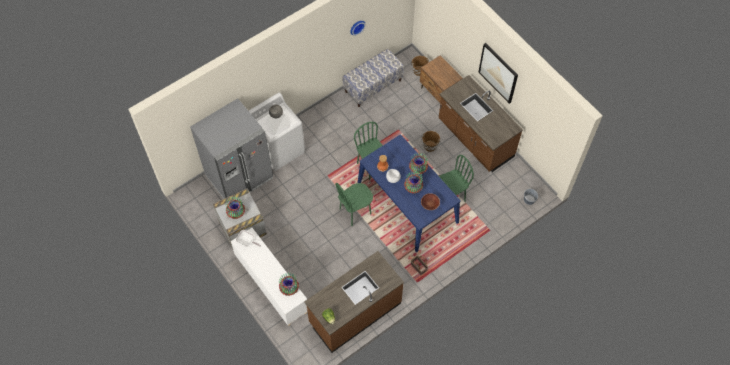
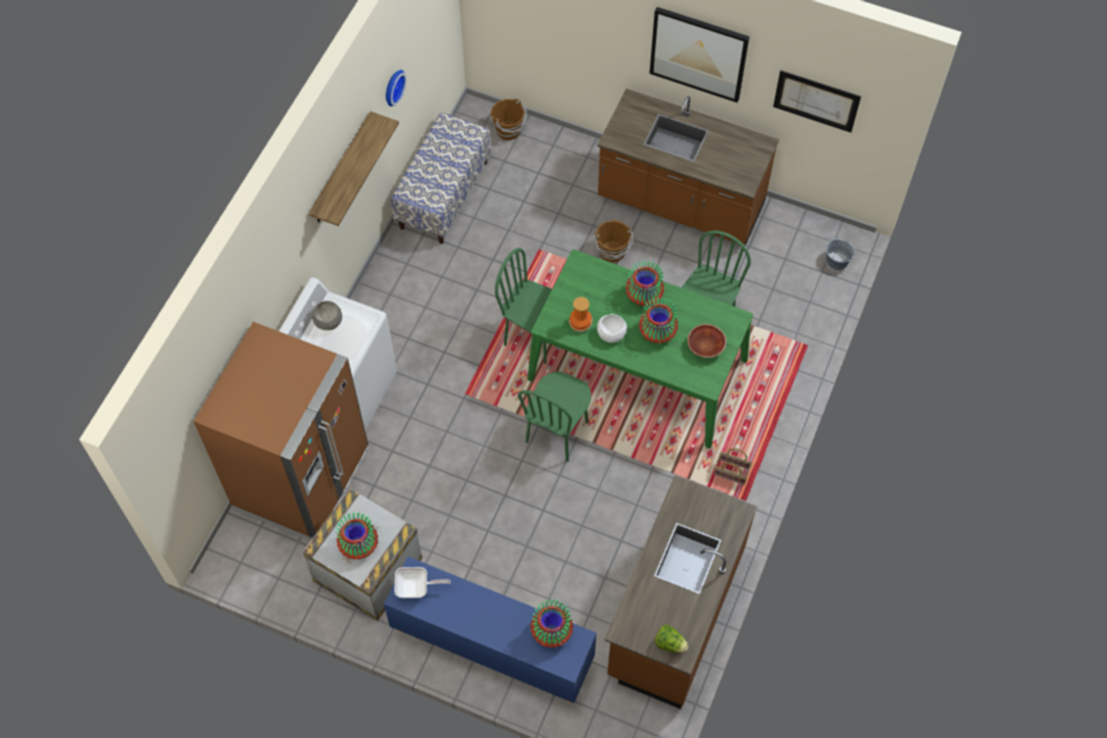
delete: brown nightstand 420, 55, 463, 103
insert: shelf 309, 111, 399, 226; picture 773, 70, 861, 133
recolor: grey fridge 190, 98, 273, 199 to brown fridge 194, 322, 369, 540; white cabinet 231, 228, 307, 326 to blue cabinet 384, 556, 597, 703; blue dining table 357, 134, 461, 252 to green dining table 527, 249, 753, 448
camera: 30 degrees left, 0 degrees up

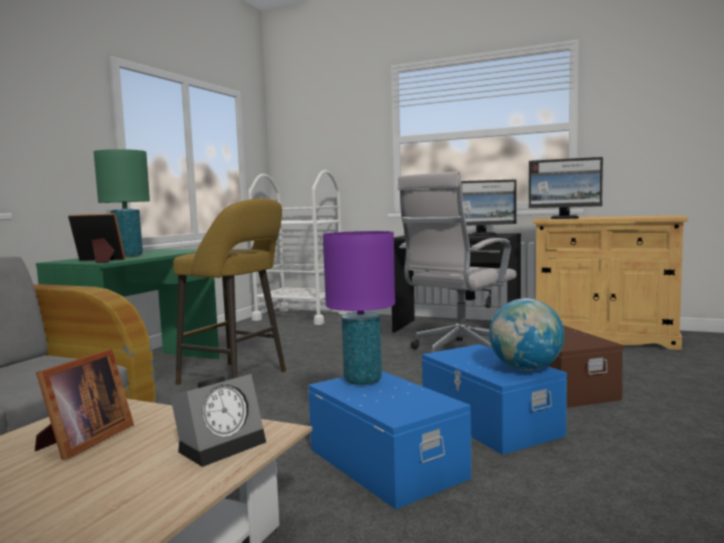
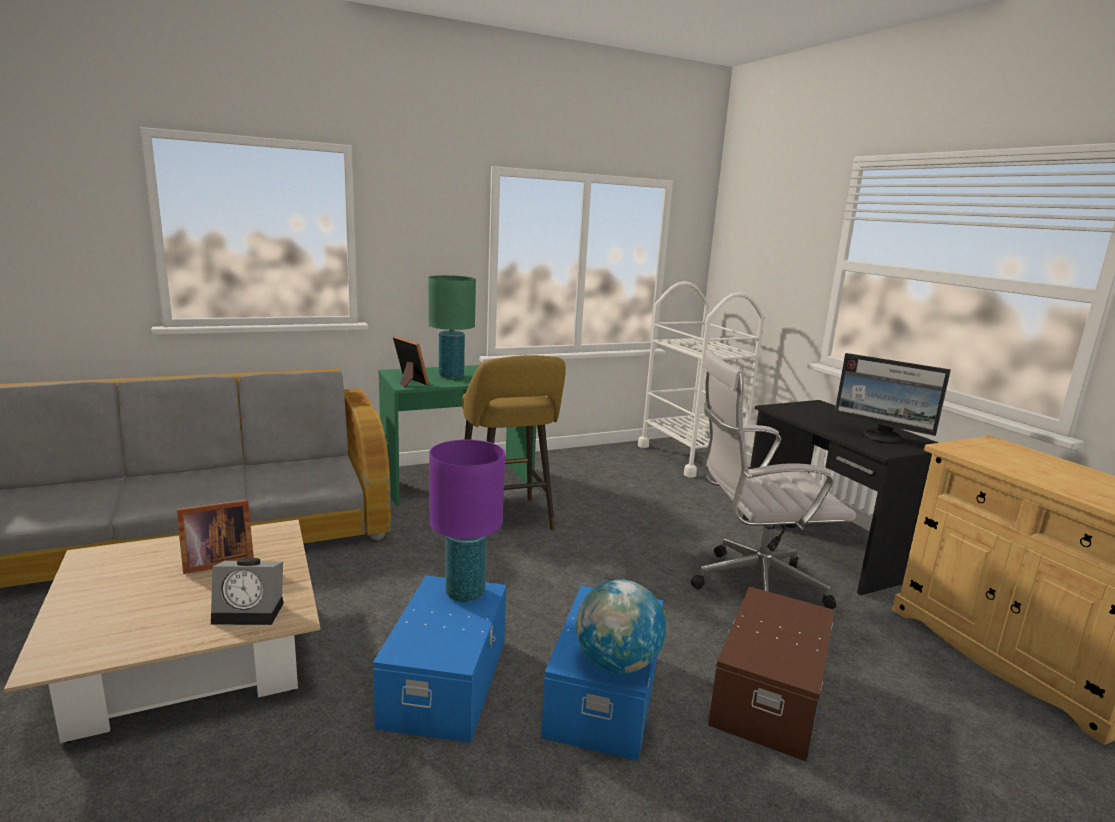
delete: monitor 529, 157, 603, 219
camera: 40 degrees right, 10 degrees up

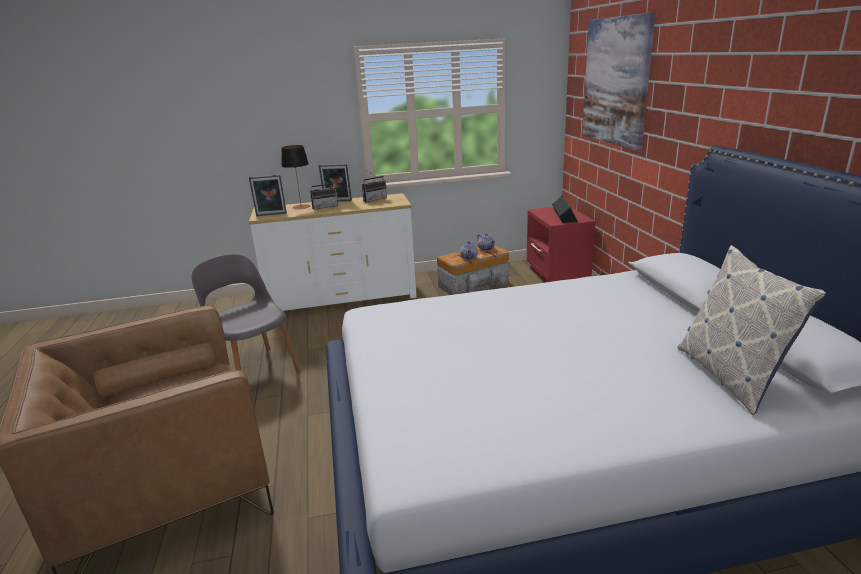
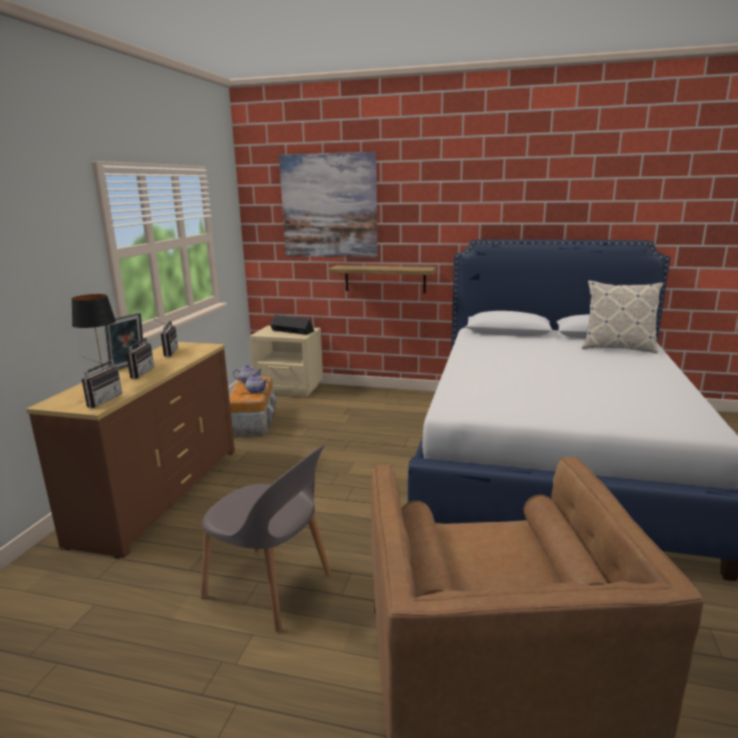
insert: shelf 328, 265, 436, 293
replace: picture frame 249, 175, 287, 216 to radio 80, 356, 122, 408
recolor: white dresser 249, 193, 417, 311 to brown dresser 26, 342, 235, 558; red nightstand 527, 207, 595, 282 to beige nightstand 250, 326, 323, 397
rotate: grey chair 192, 254, 301, 374 = 201, 445, 331, 632 135 degrees counterclockwise
camera: 65 degrees left, 5 degrees down

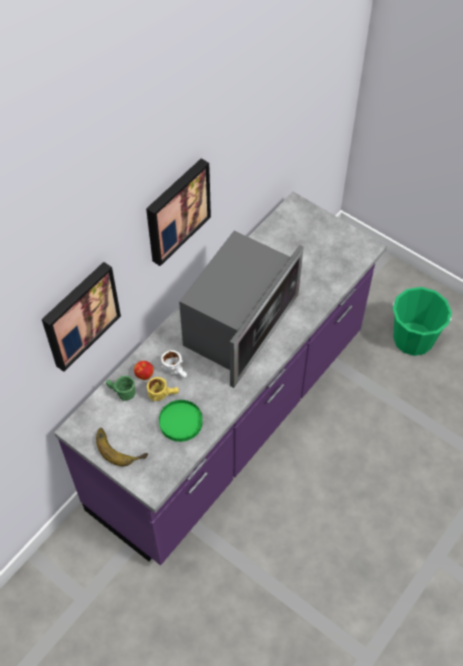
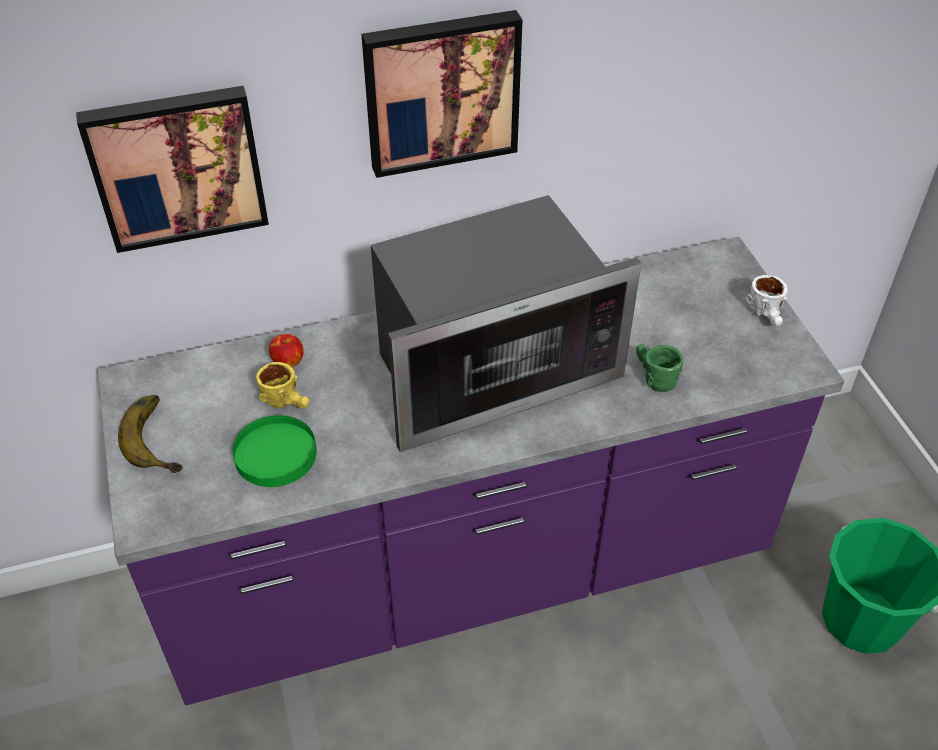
move: green mug 106, 376, 136, 401 to 636, 344, 683, 392; white mug 161, 350, 187, 378 to 746, 275, 788, 326
camera: 35 degrees right, 10 degrees down

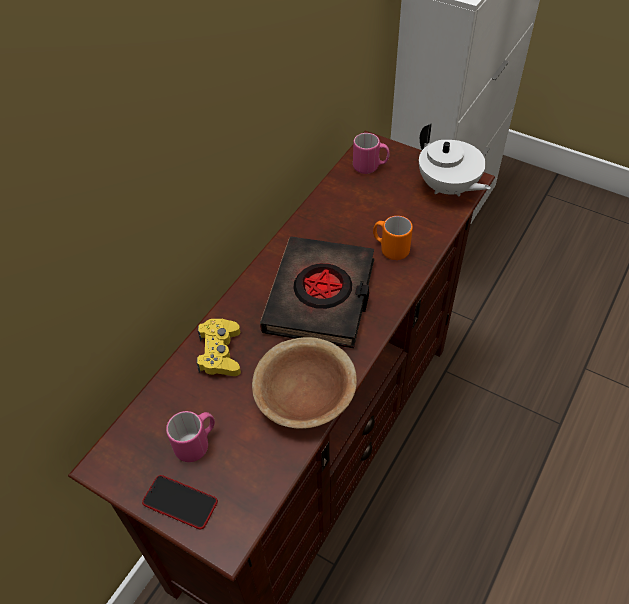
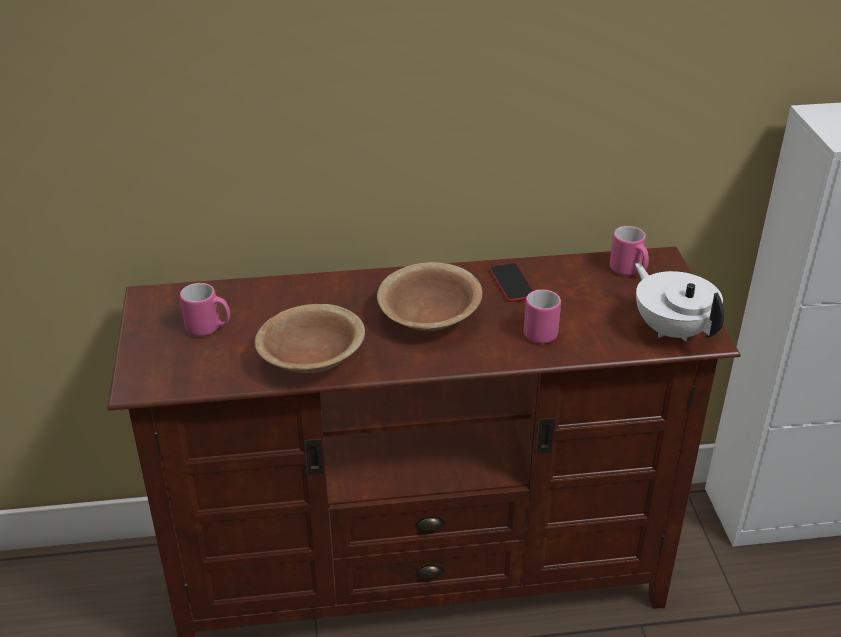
delete: yellow game controller 197, 319, 241, 376
move: phone 142, 475, 218, 529 to 489, 263, 534, 302
replace: black book 260, 236, 375, 348 to brown bowl 377, 262, 483, 331
recolor: orange mug 373, 216, 413, 260 to pink mug 524, 290, 561, 344
rotate: white teapot 419, 124, 491, 196 = 635, 263, 724, 341 135 degrees clockwise
camera: 50 degrees right, 15 degrees down

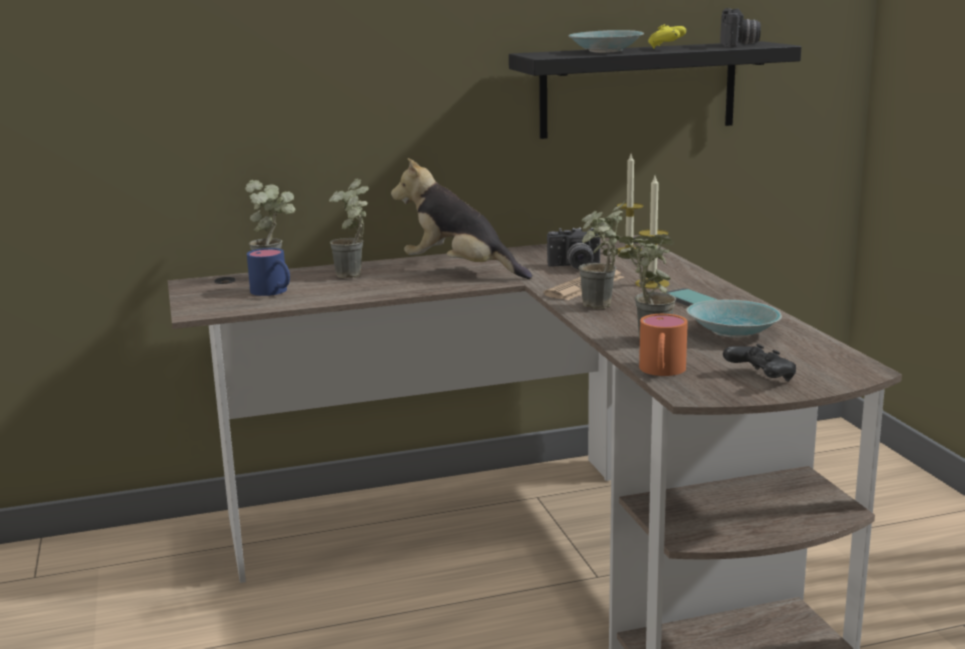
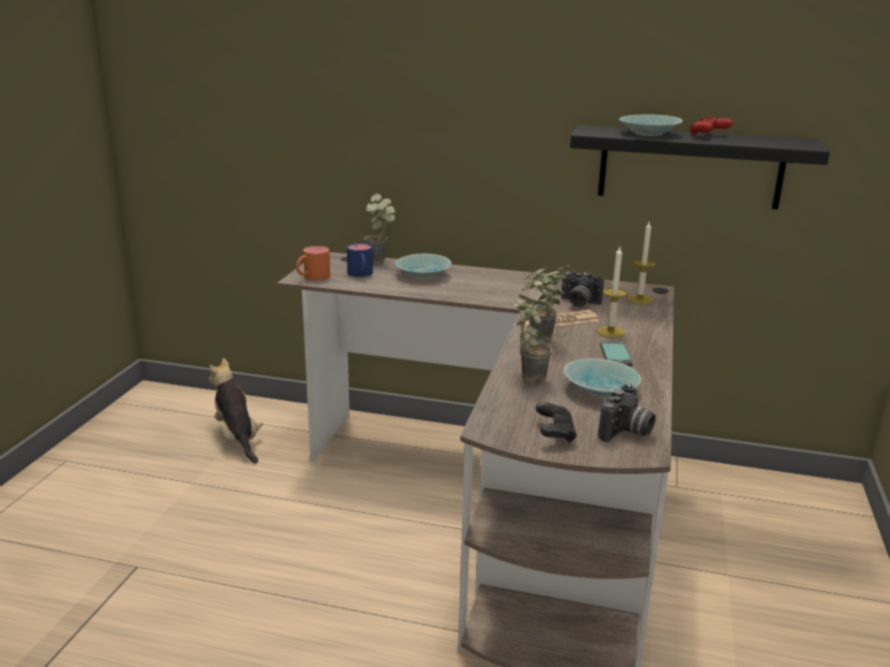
move: plush toy 391, 158, 532, 279 to 209, 358, 263, 464; orange mug 639, 314, 688, 376 to 296, 246, 330, 281; photo camera 720, 8, 761, 47 to 598, 384, 656, 442
replace: potted plant 329, 178, 369, 278 to turquoise bowl 395, 254, 451, 279
recolor: yellow game controller 648, 24, 686, 49 to red game controller 690, 116, 733, 137
camera: 30 degrees right, 5 degrees up

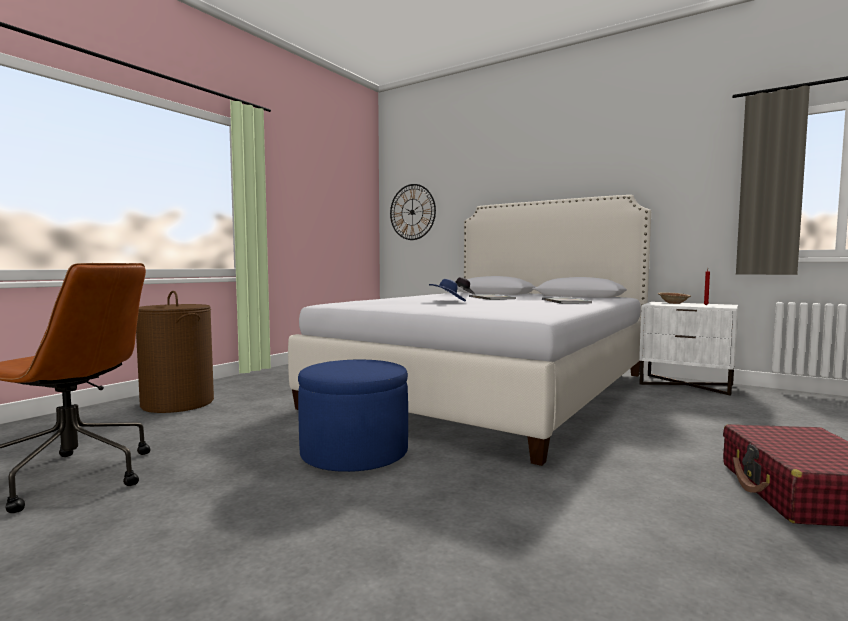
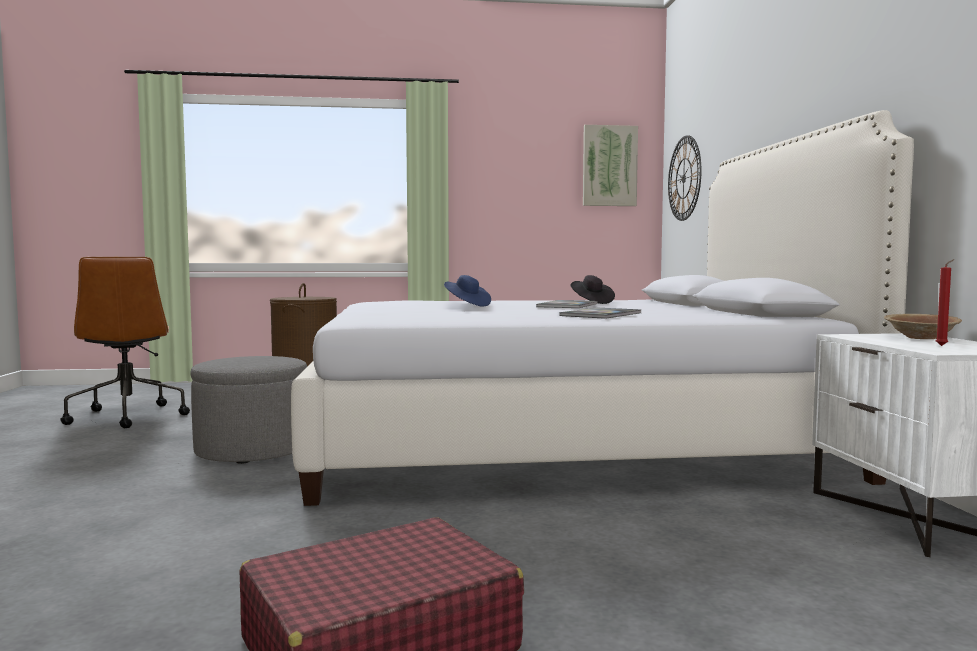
insert: picture 583, 125, 638, 206
recolor: blue ottoman 298, 360, 408, 472 to grey ottoman 190, 356, 307, 464
camera: 50 degrees right, 0 degrees up

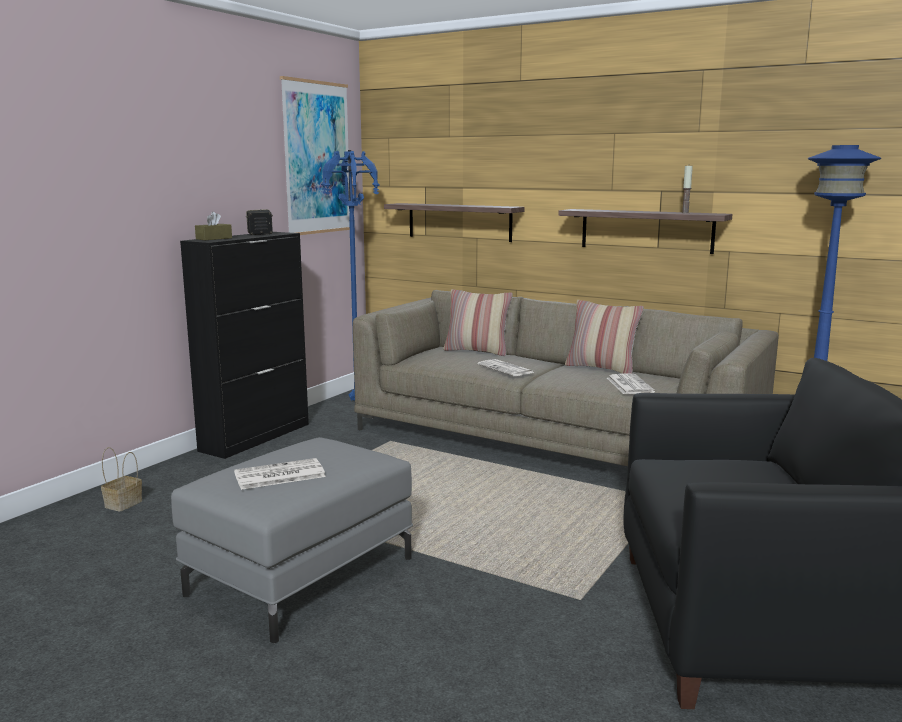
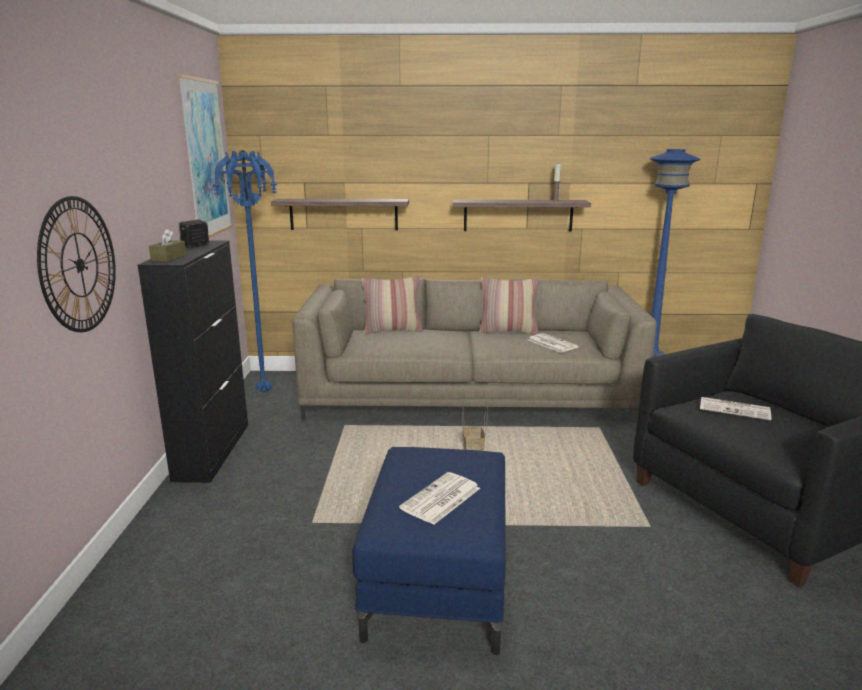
insert: wall clock 37, 196, 116, 332
move: basket 101, 447, 142, 512 to 462, 406, 488, 451; newspaper 478, 359, 535, 376 to 700, 397, 771, 421
recolor: grey ottoman 171, 437, 413, 643 to blue ottoman 353, 447, 506, 655
camera: 30 degrees left, 5 degrees up

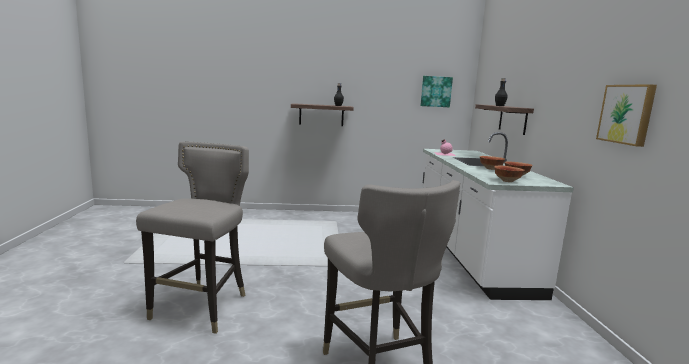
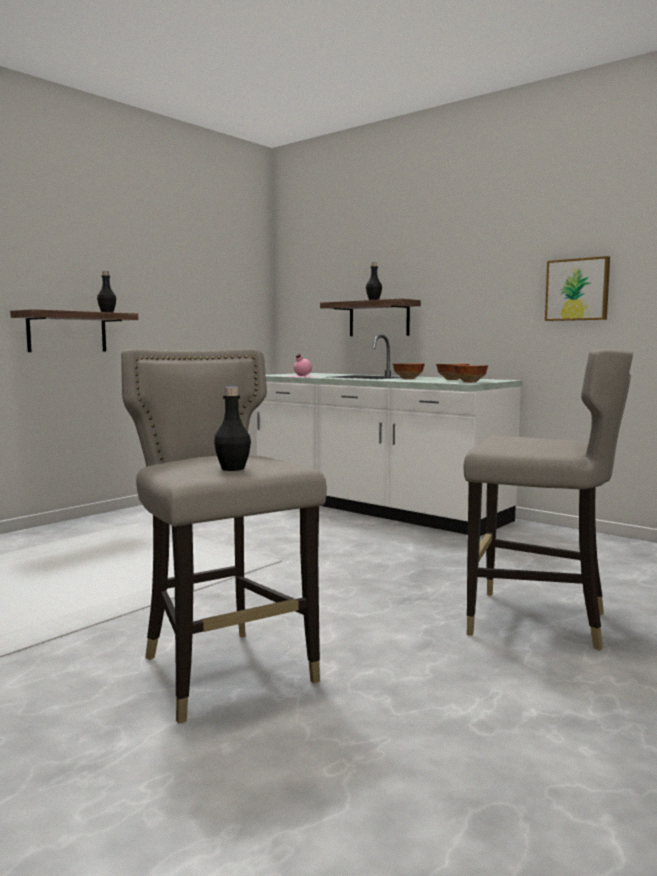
delete: picture 420, 76, 453, 107
insert: black bottle 214, 387, 251, 471
camera: 45 degrees left, 5 degrees down

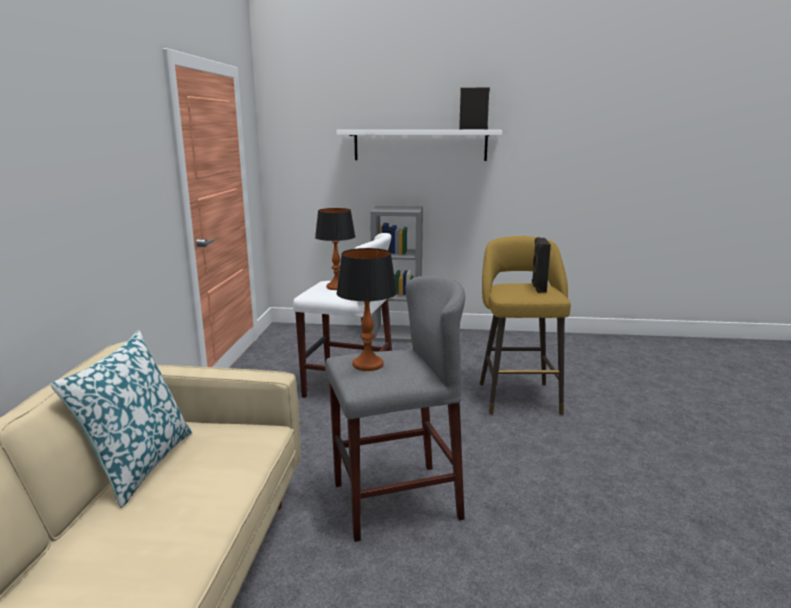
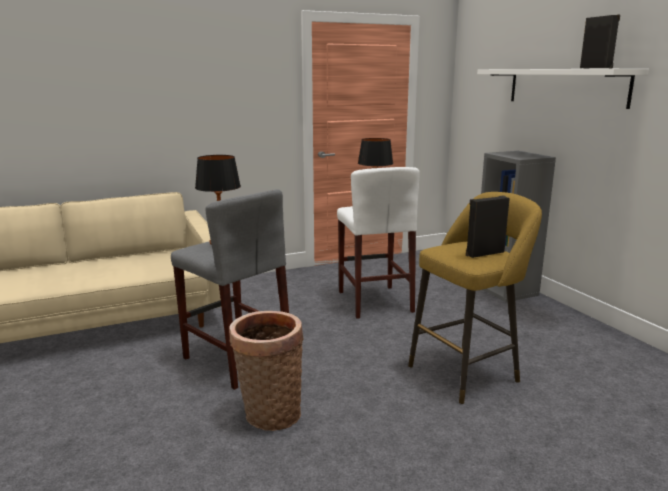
delete: pillow 50, 330, 192, 508
insert: basket 229, 311, 304, 431
camera: 60 degrees right, 0 degrees up

